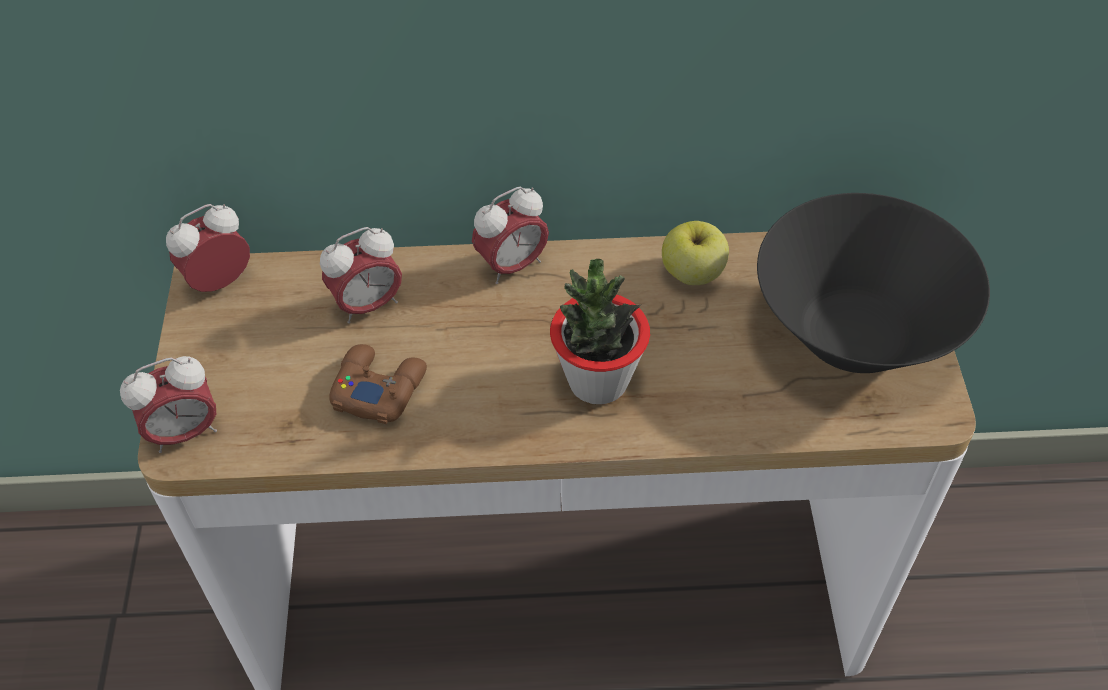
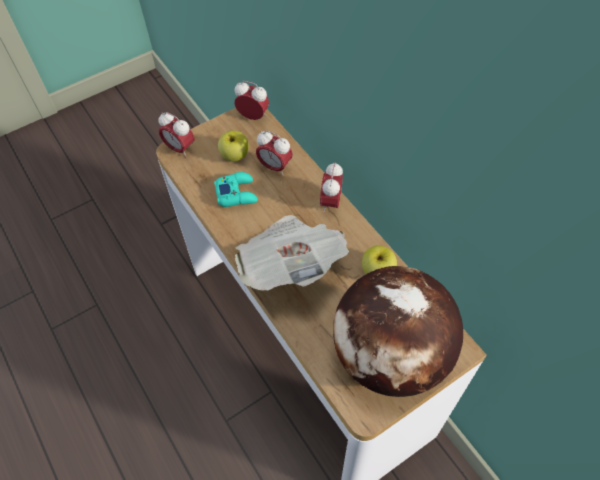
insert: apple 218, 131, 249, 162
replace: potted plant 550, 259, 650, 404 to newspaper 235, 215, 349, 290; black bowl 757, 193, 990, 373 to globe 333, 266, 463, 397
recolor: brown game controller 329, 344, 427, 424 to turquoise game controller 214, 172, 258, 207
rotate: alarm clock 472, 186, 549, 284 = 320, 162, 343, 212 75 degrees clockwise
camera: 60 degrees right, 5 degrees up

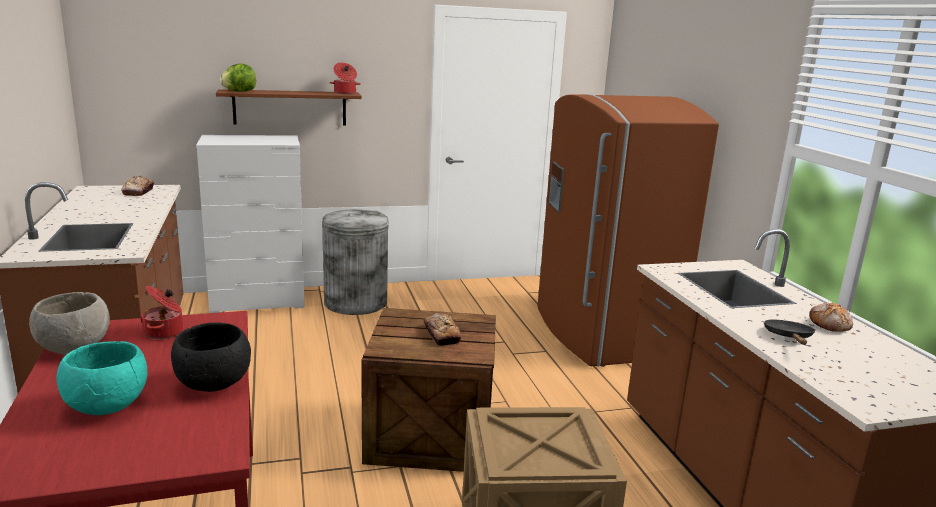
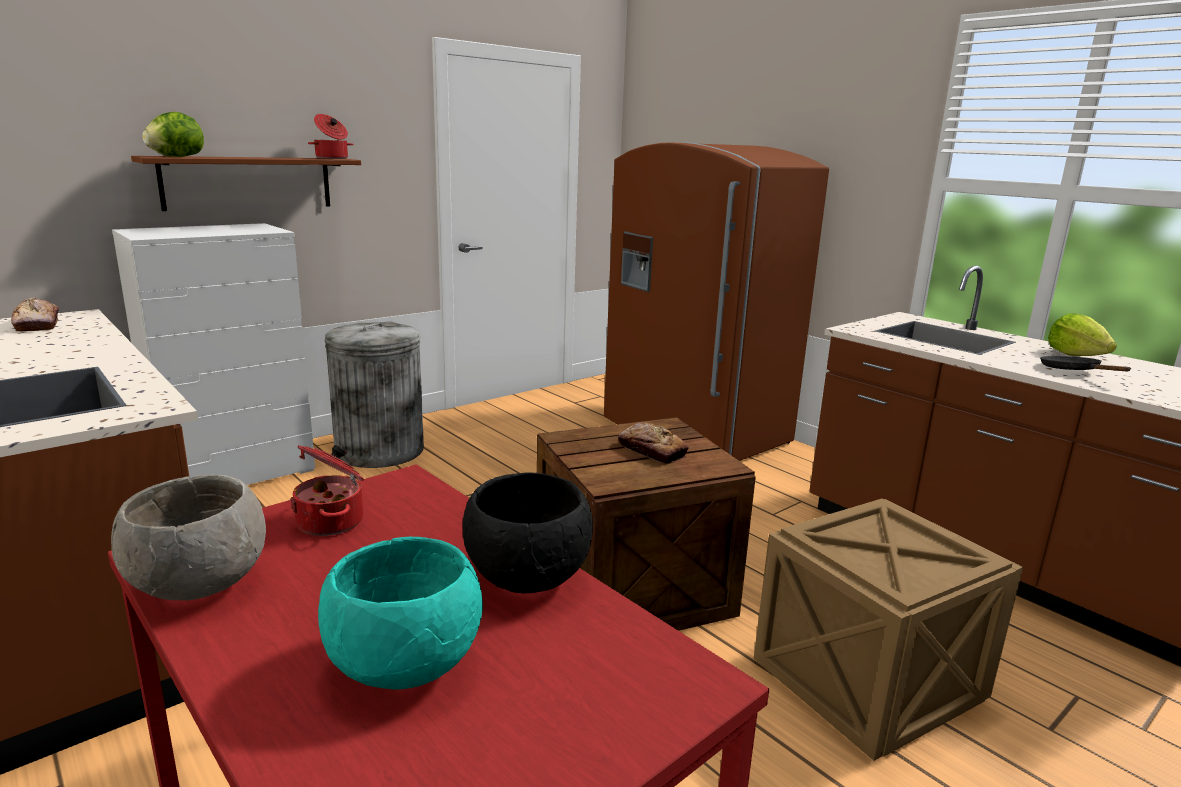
replace: bread 810, 302, 853, 332 to lettuce 1048, 313, 1117, 356
camera: 25 degrees left, 0 degrees up

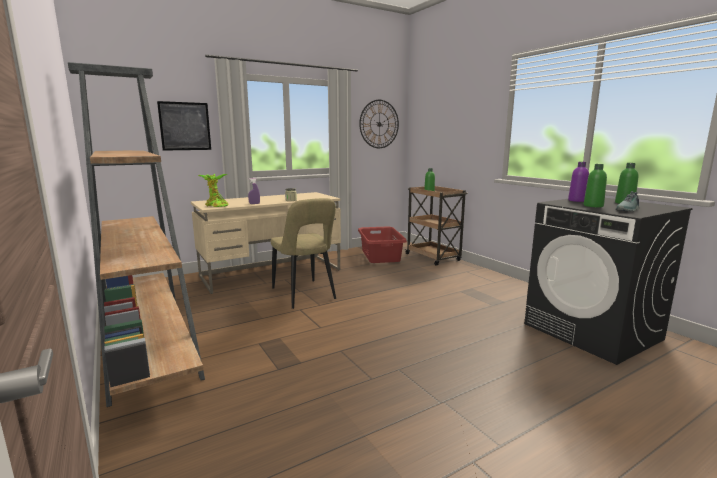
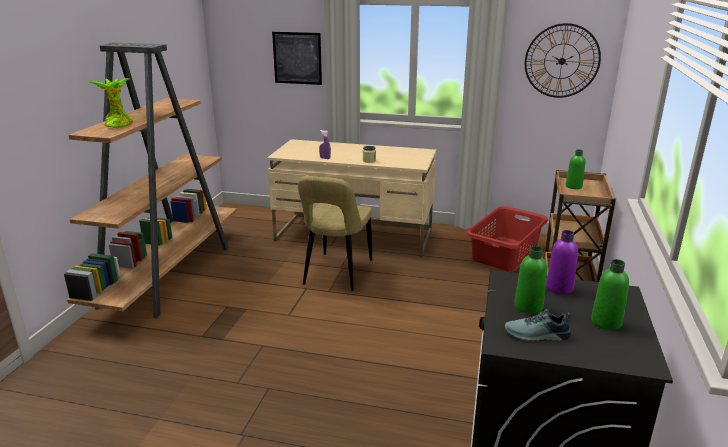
move: potted plant 198, 174, 229, 207 to 88, 78, 133, 128
camera: 45 degrees right, 10 degrees up

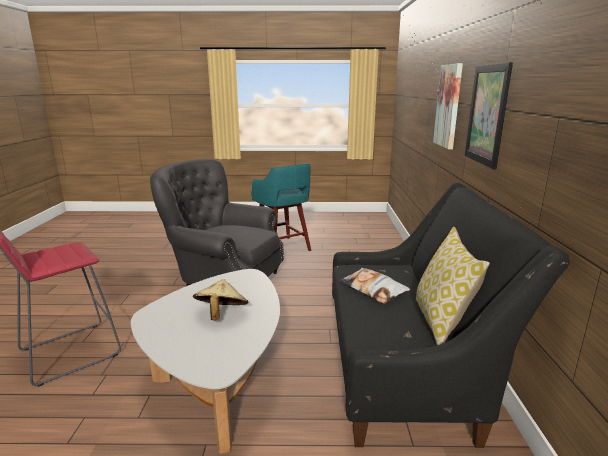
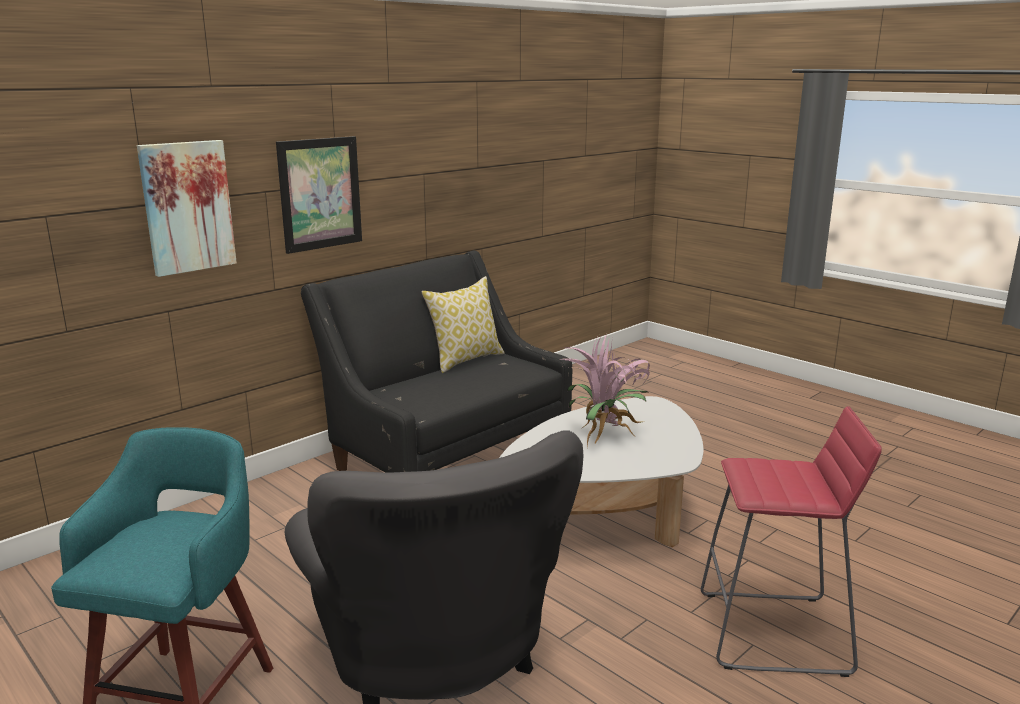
delete: pillow 339, 268, 410, 304
replace: beige hat 193, 279, 248, 321 to potted plant 560, 334, 650, 447
camera: 135 degrees left, 0 degrees up

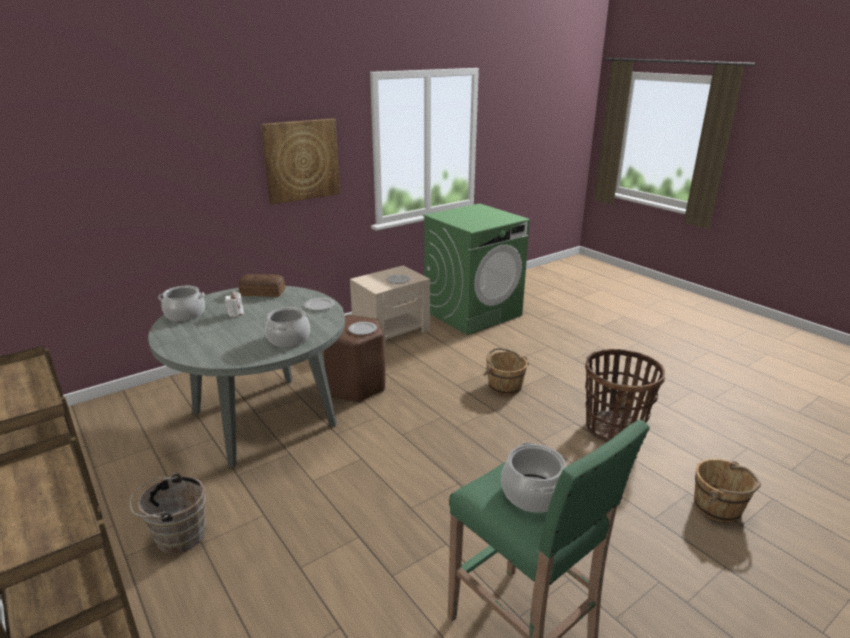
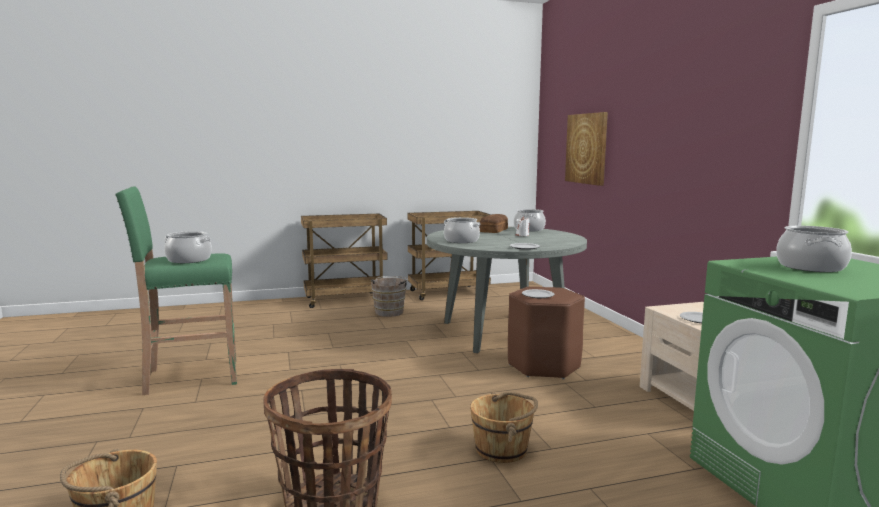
insert: cooking pot 776, 226, 852, 272
move: bread 239, 274, 285, 297 to 479, 214, 508, 233; picture 261, 119, 340, 205 to 565, 112, 608, 186
camera: 110 degrees right, 15 degrees down

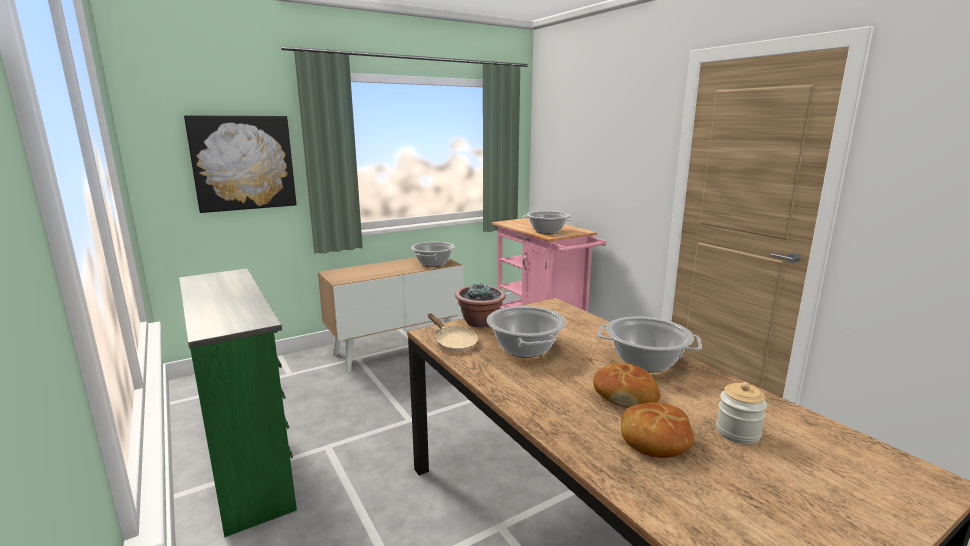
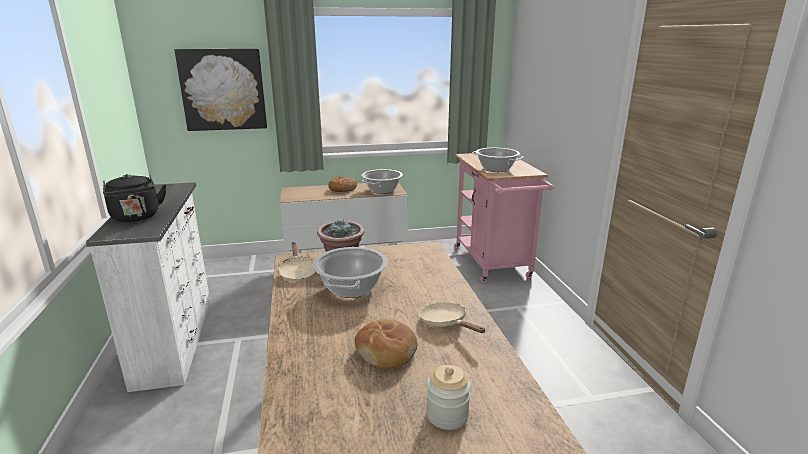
insert: black kettle 103, 174, 166, 222
move: bread 621, 402, 694, 458 to 328, 177, 357, 192
replace: cooking pot 598, 317, 702, 372 to beige frying pan 419, 302, 485, 333
recolor: green dresser 179, 268, 297, 537 to white dresser 86, 182, 210, 392
camera: 20 degrees right, 5 degrees up

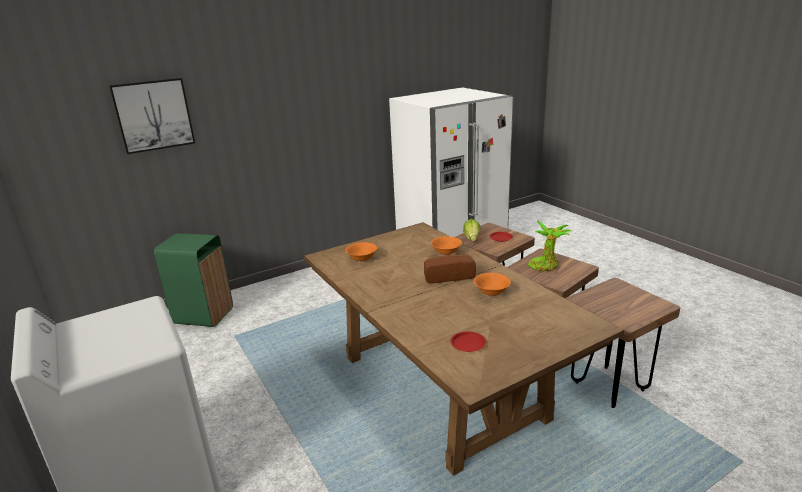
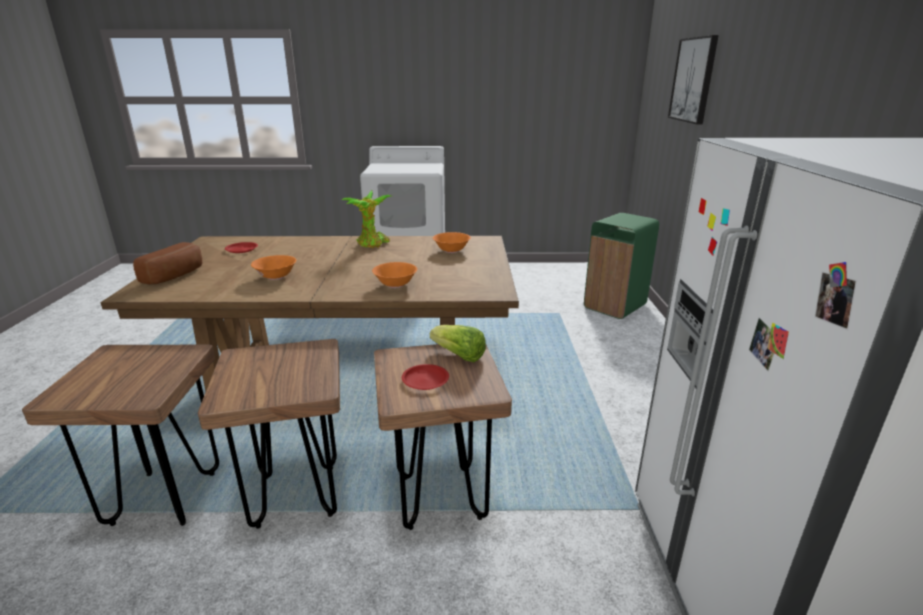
move: bread 424, 254, 476, 284 to 133, 242, 202, 284; potted plant 528, 221, 572, 271 to 342, 190, 391, 248
camera: 120 degrees right, 0 degrees up

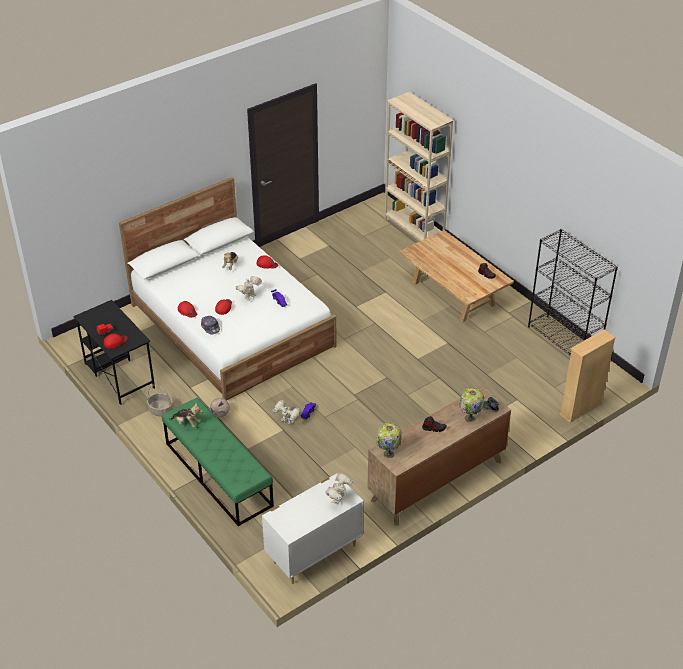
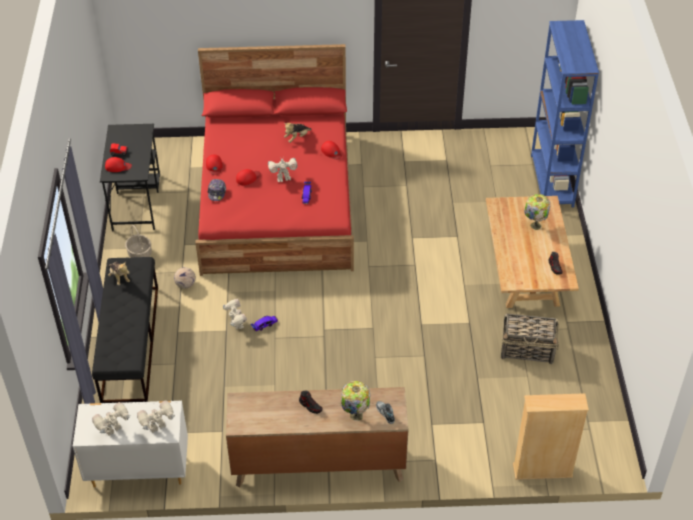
delete: black bookcase 528, 229, 618, 356
insert: toy robot 92, 402, 130, 436; basket 501, 314, 559, 364
move: table lamp 377, 423, 402, 458 to 524, 194, 550, 230
recolor: white bed 119, 177, 336, 401 to red bed 196, 44, 354, 276; green bench 162, 398, 274, 526 to black bench 92, 257, 158, 403; beige bookcase 384, 92, 454, 242 to blue bookcase 531, 20, 599, 207
camera: 35 degrees right, 5 degrees up

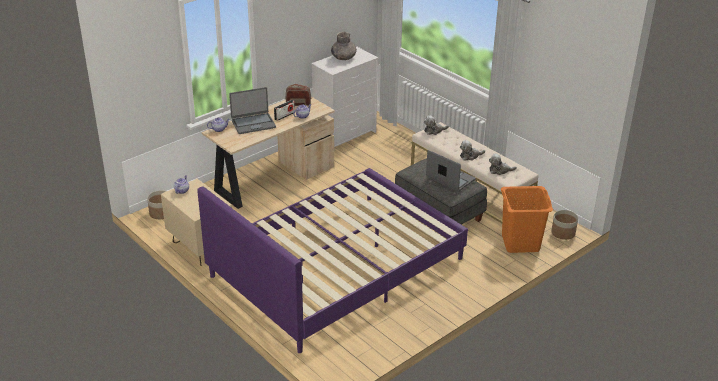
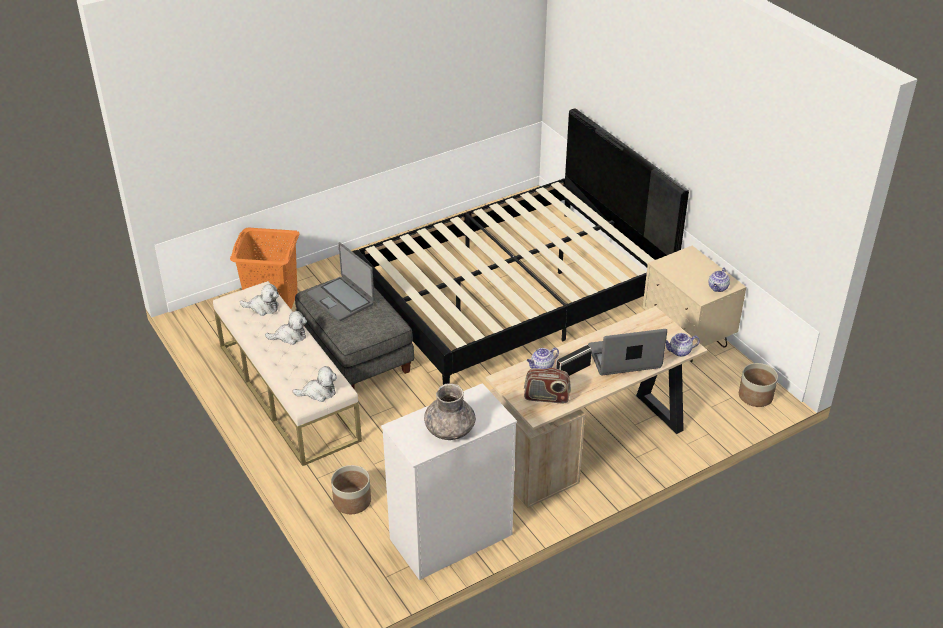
move: planter 551, 210, 578, 240 to 331, 465, 371, 514
recolor: purple bed 197, 168, 468, 353 to black bed 352, 109, 689, 385
camera: 170 degrees left, 5 degrees up

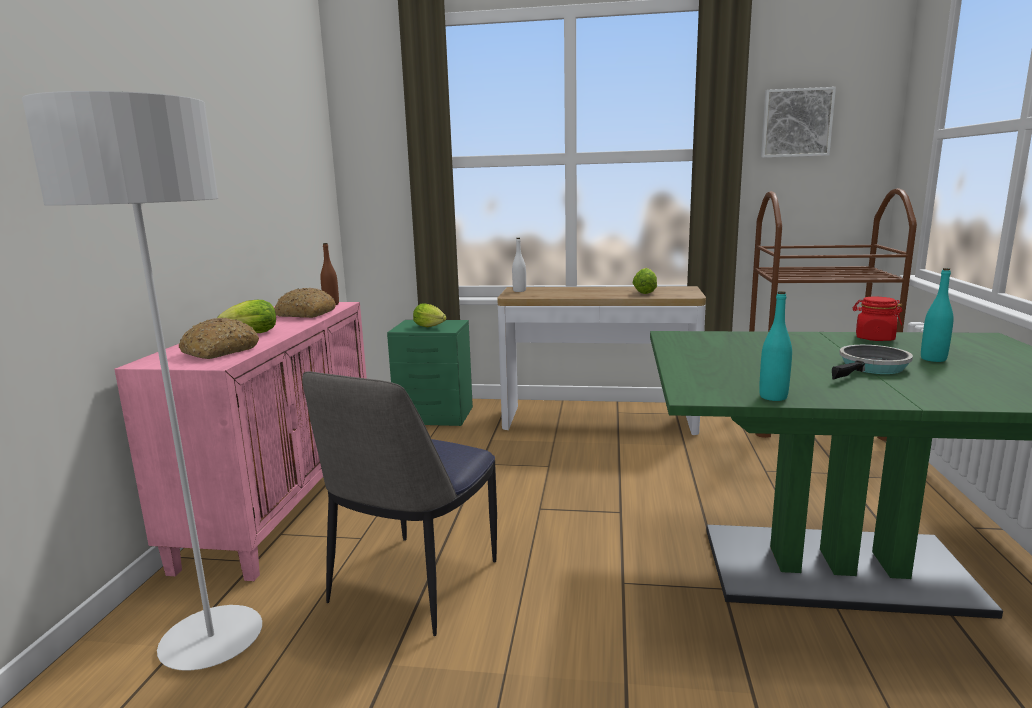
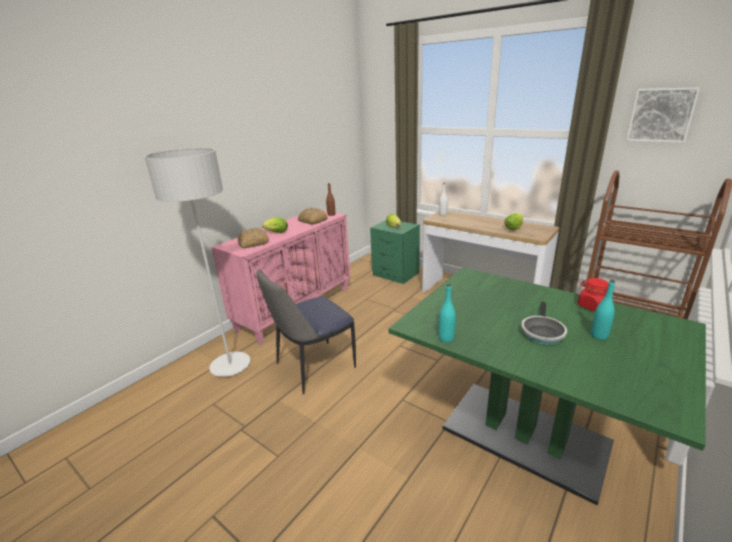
rotate: frying pan 832, 345, 913, 379 = 521, 302, 567, 345 120 degrees clockwise
camera: 30 degrees right, 10 degrees up

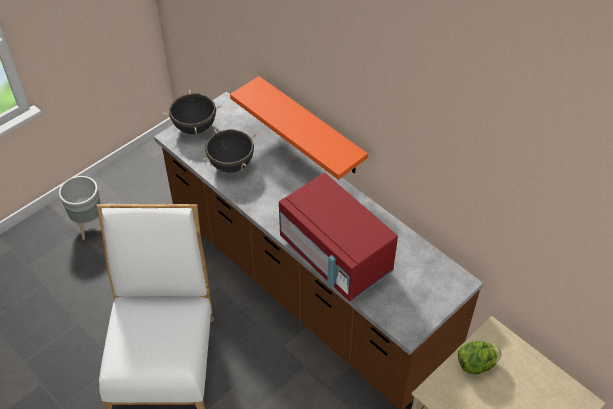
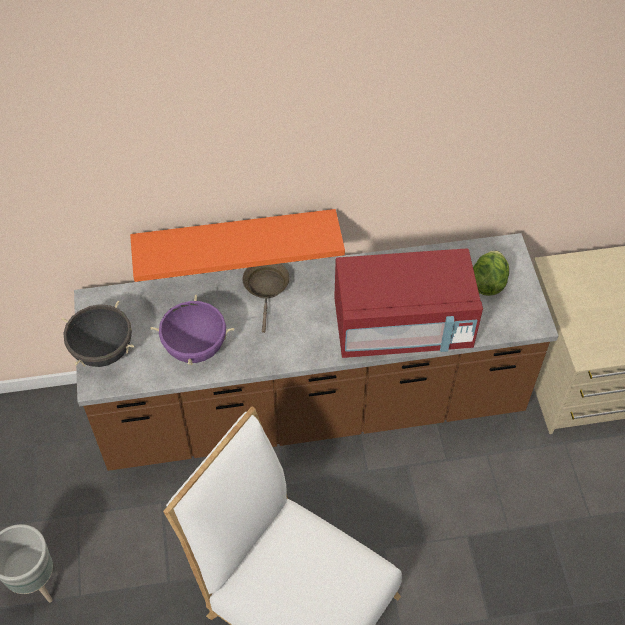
insert: brown frying pan 243, 263, 290, 333
move: lettuce 458, 341, 502, 375 to 473, 250, 509, 296
recolor: black cooking pot 203, 129, 256, 172 to purple cooking pot 151, 295, 234, 365
camera: 55 degrees left, 5 degrees up

